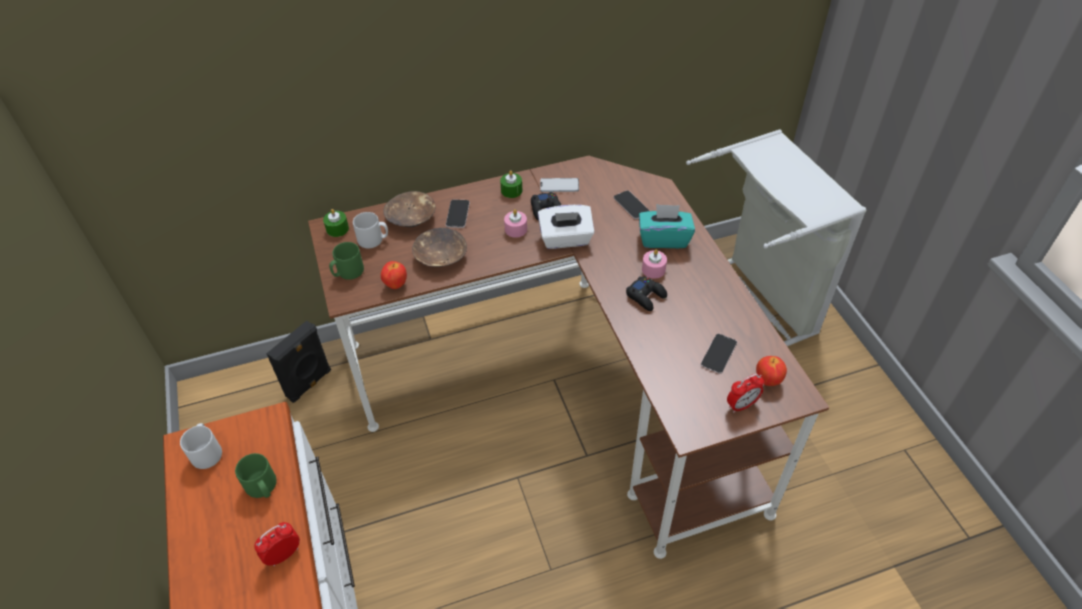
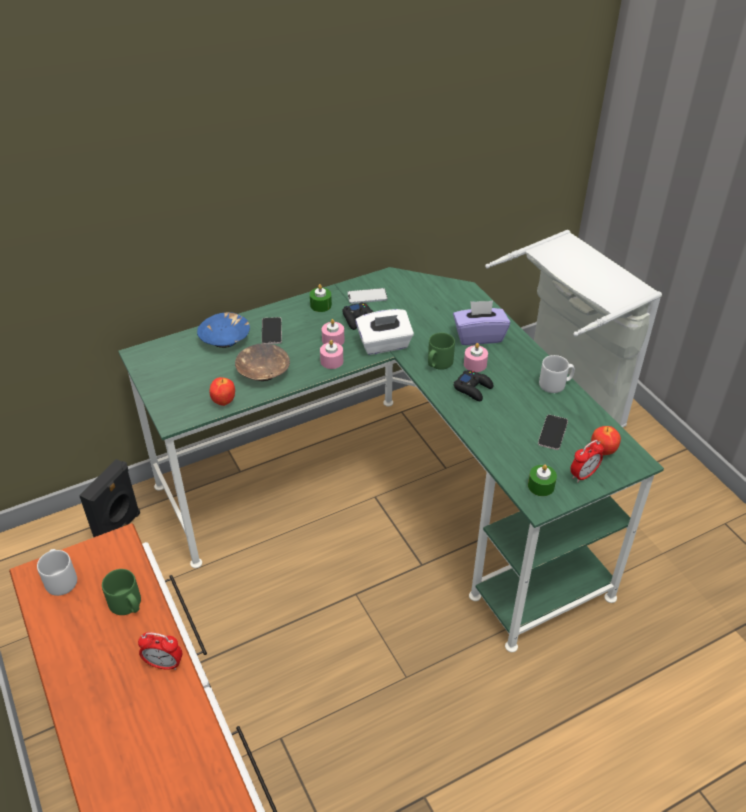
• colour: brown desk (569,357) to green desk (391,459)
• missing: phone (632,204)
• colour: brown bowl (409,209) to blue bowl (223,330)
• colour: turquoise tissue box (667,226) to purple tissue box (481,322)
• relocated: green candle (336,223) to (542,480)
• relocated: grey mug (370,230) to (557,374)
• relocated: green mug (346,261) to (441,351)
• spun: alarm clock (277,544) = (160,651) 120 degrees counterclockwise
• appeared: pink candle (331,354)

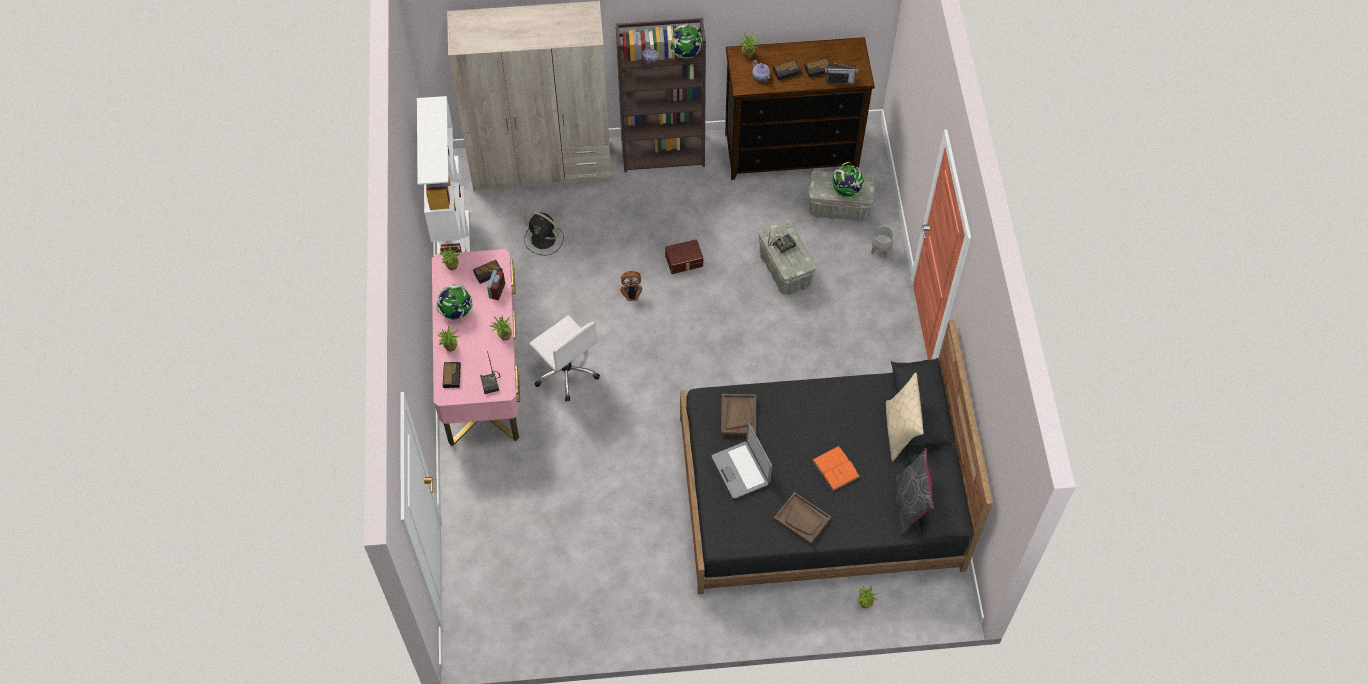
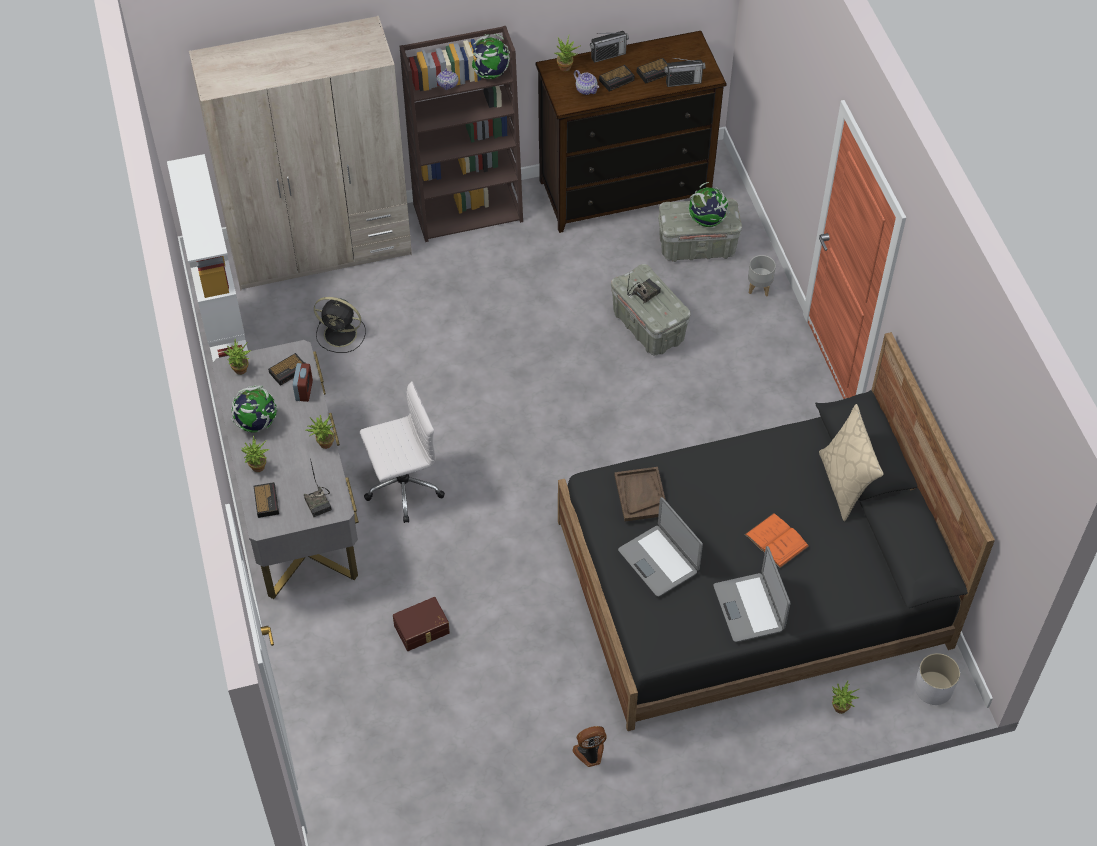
• relocated: brown storage box (684,256) to (421,624)
• colour: pink desk (476,347) to grey desk (285,469)
• relocated: fan (631,286) to (590,746)
• spun: white office chair (564,358) = (402,452) 60 degrees counterclockwise
• missing: grey pillow (915,491)
• exchanged: brown tray (802,518) to laptop (751,594)
• appeared: radio (609,47)
• appeared: white planter (937,679)

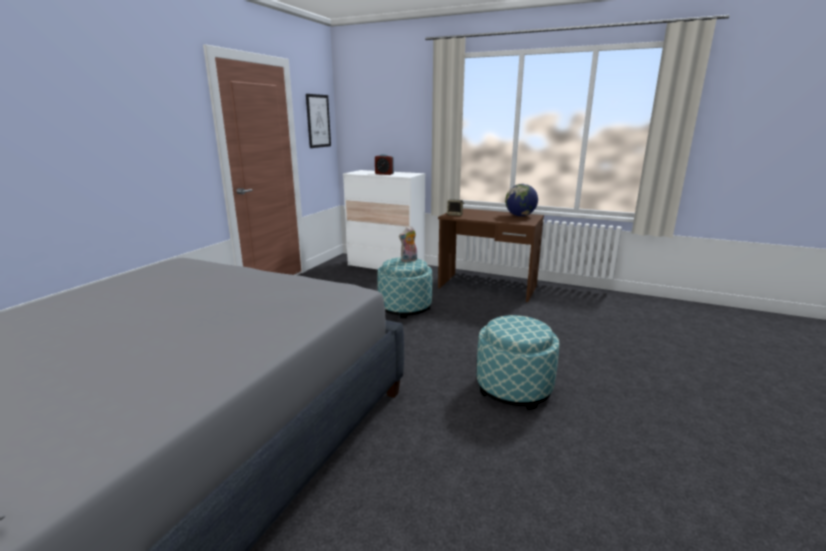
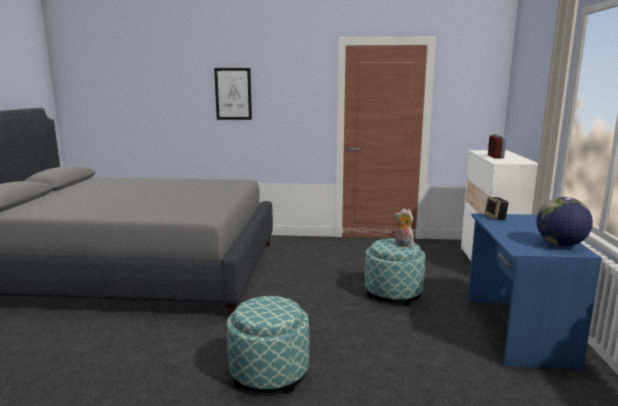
• relocated: picture (318,121) to (233,94)
• colour: brown desk (491,255) to blue desk (535,291)

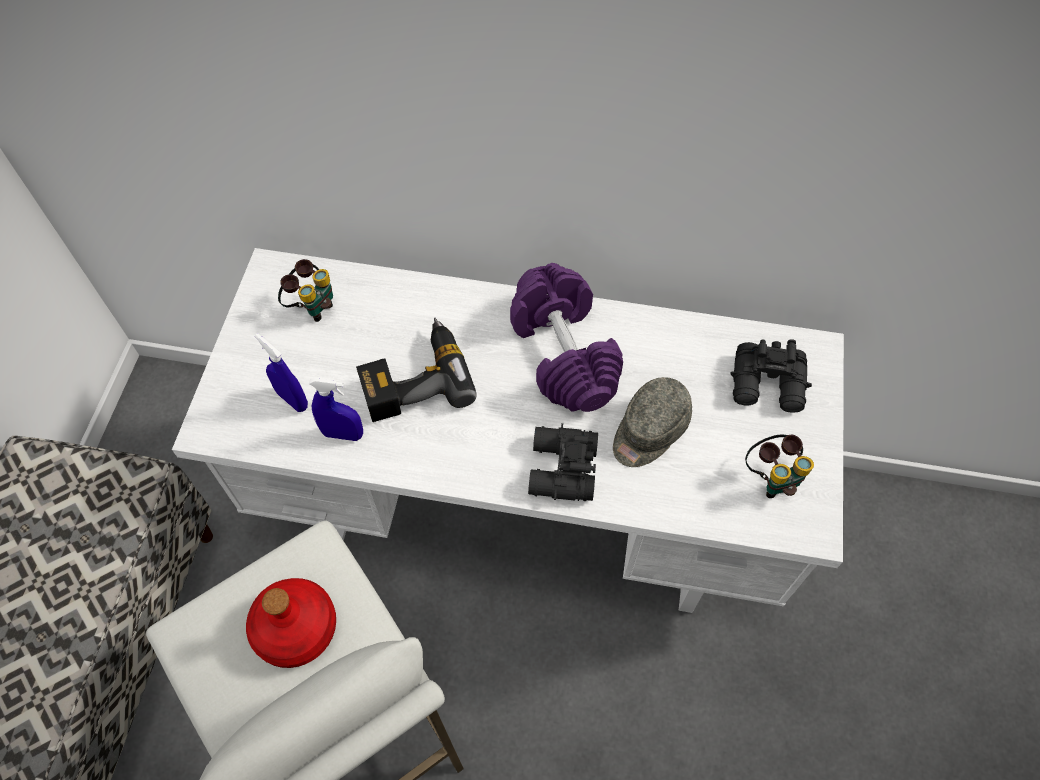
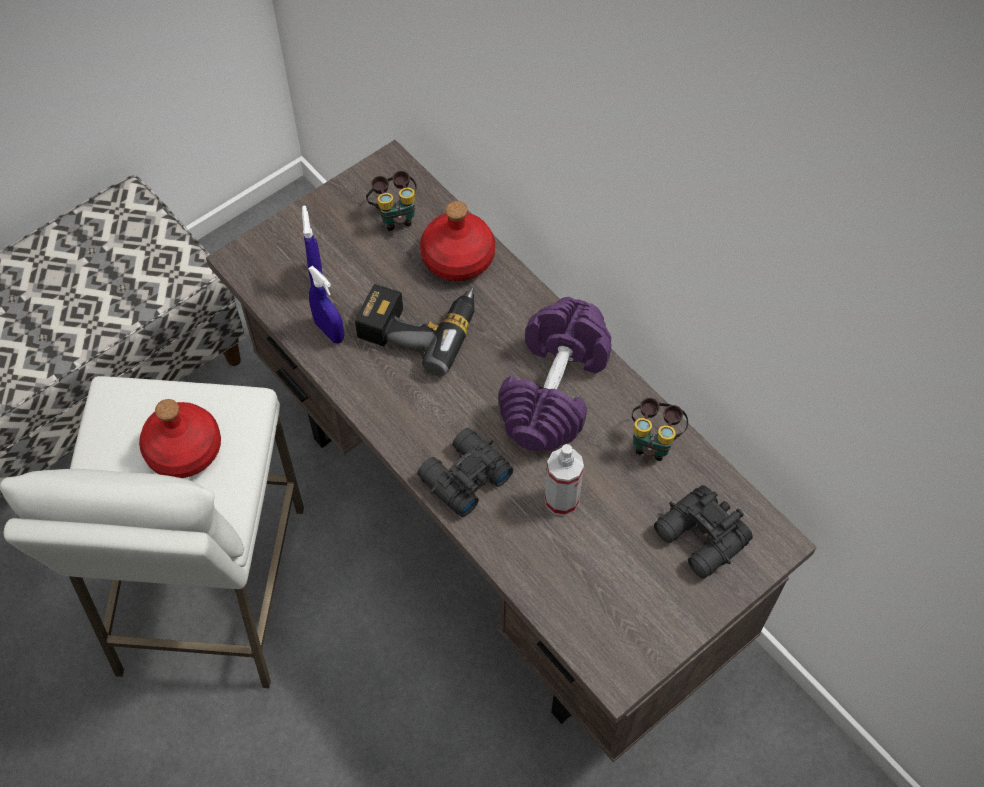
• colour: white desk (508,430) to brown desk (511,451)
• exchanged: grey cap (652,422) to spray bottle (564,480)
• relocated: binoculars (779,466) to (660,429)
• appeared: red bottle (457,241)

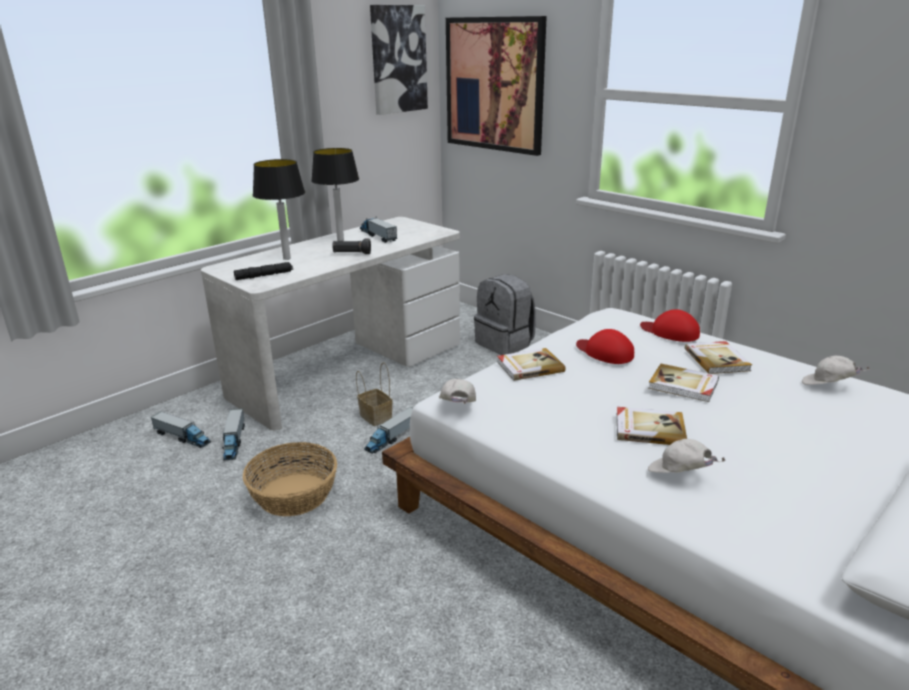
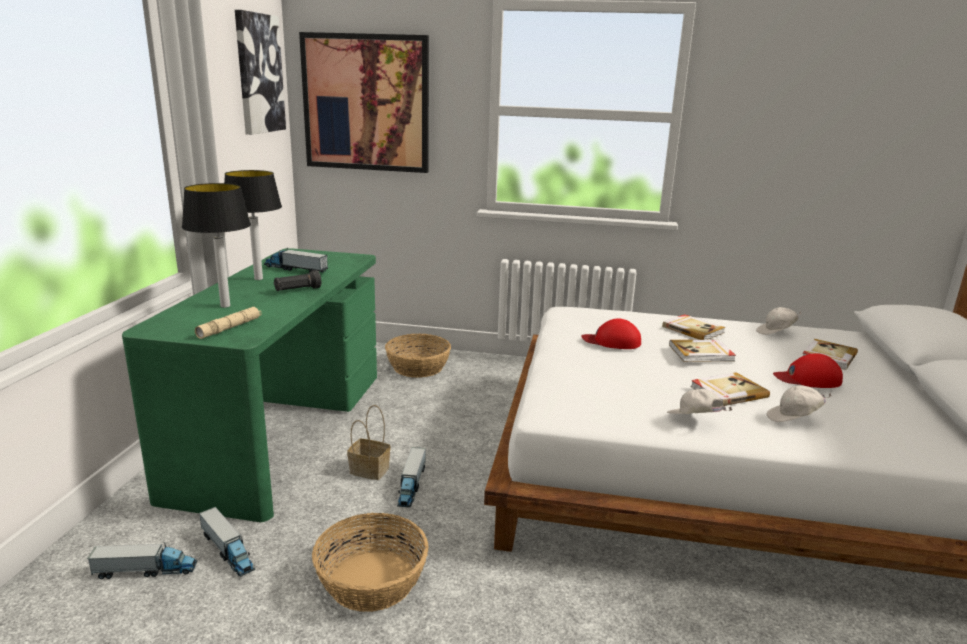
• colour: white desk (330,323) to green desk (249,385)
• colour: black flashlight (263,271) to beige flashlight (228,323)
• exchanged: grey backpack (505,314) to basket (418,355)
• relocated: red cap (670,325) to (808,370)
• relocated: book (531,364) to (830,354)
• relocated: white cap (457,391) to (699,401)

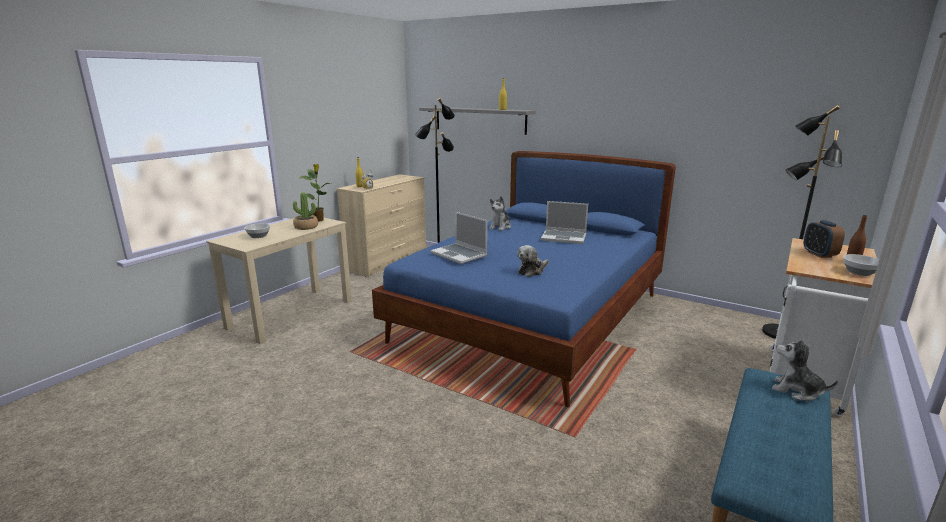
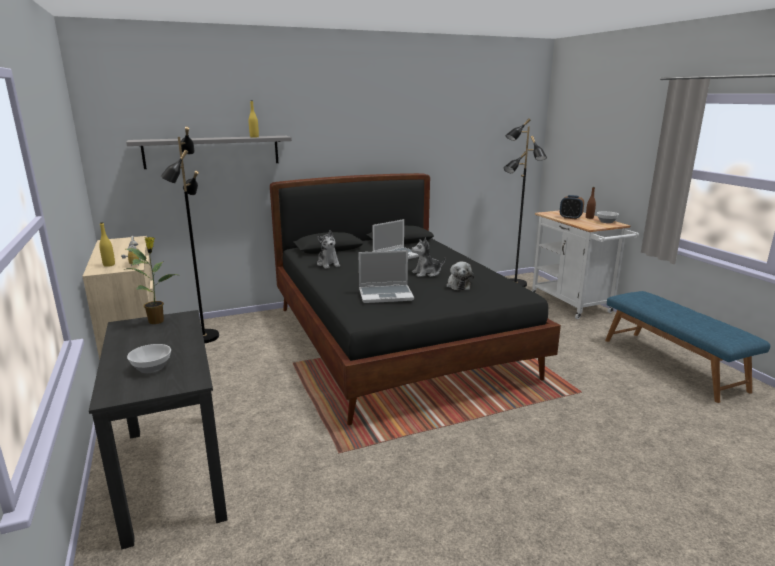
• colour: blue bed (524,279) to black bed (415,299)
• missing: potted plant (305,211)
• colour: beige desk (279,281) to black desk (158,430)
• relocated: plush toy (805,369) to (428,257)

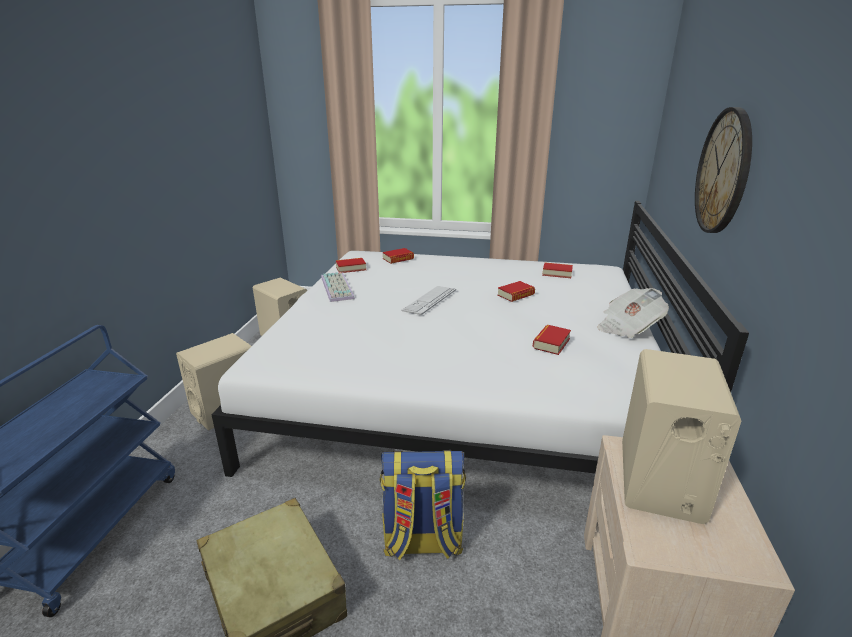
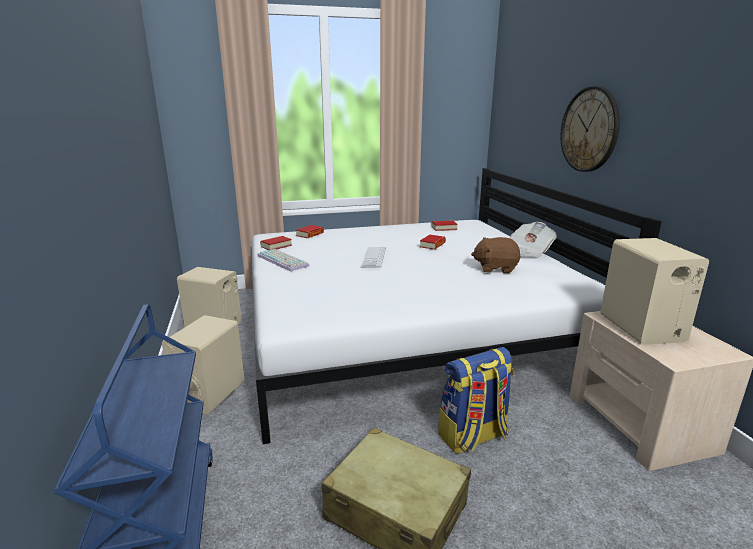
• exchanged: book (552,340) to brown plush toy (495,255)

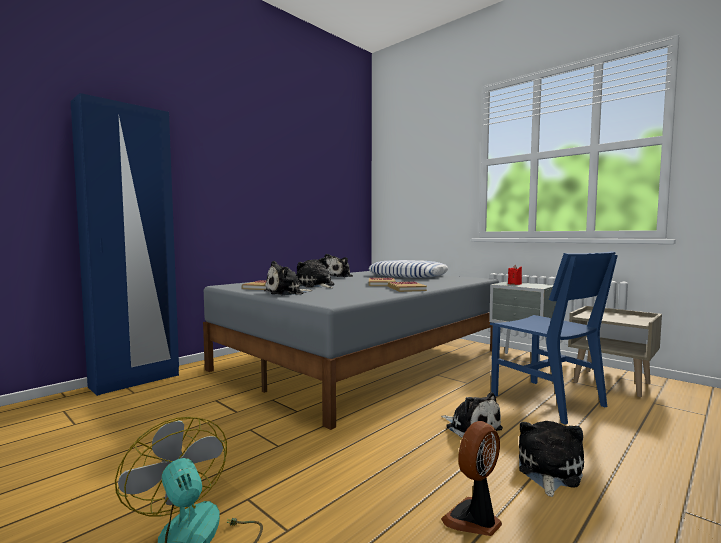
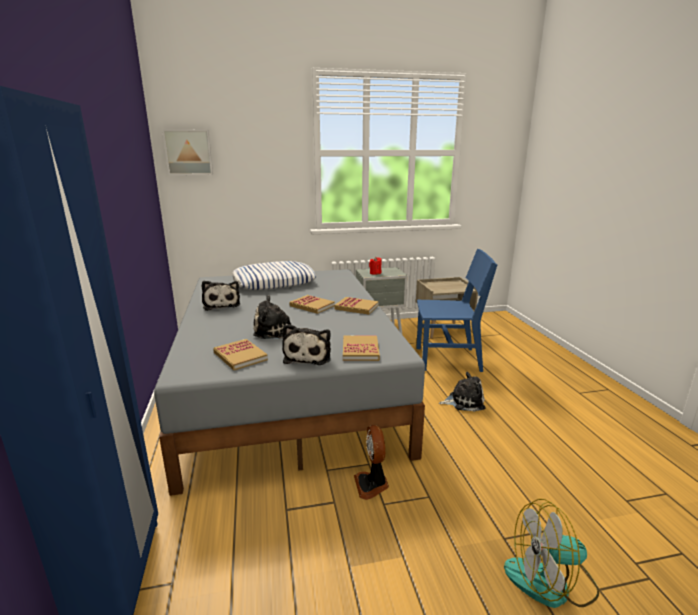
• relocated: fan (471,478) to (371,462)
• missing: plush toy (551,459)
• appeared: picture (187,152)
• appeared: book (361,348)

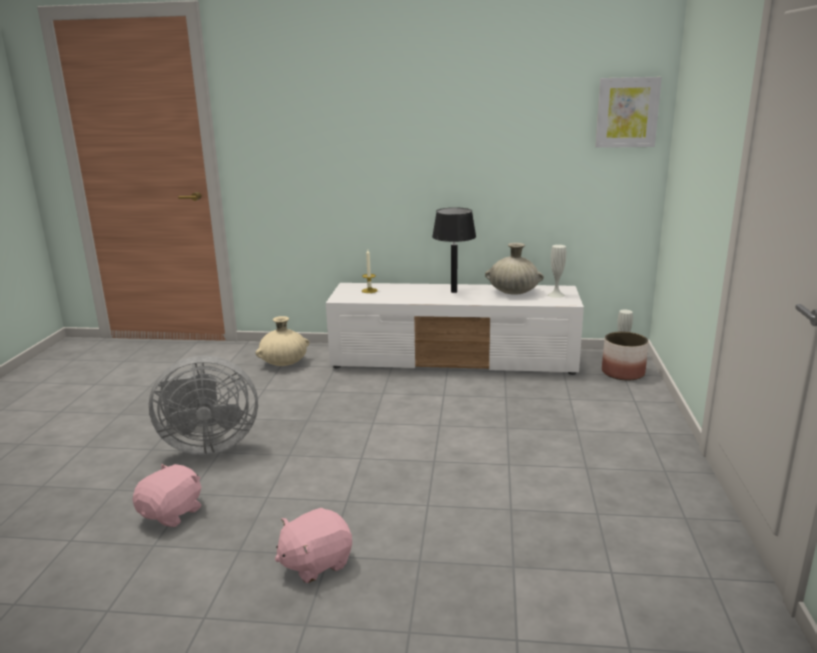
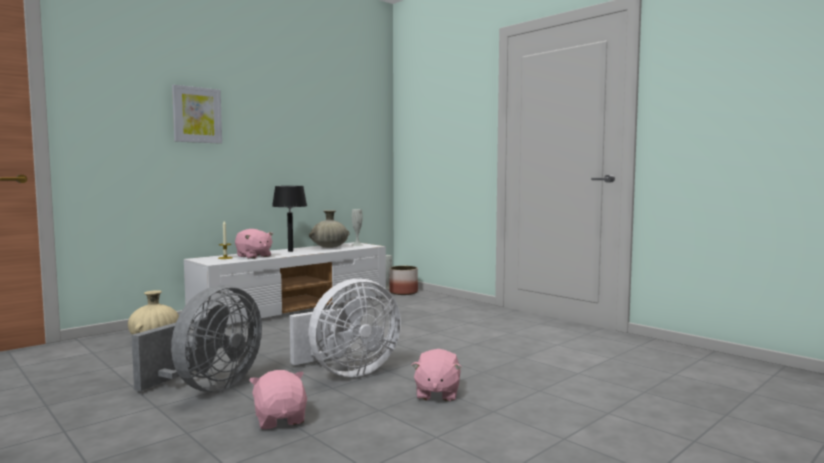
• relocated: picture (628,112) to (197,114)
• appeared: pink plush toy (254,244)
• appeared: white fan (345,328)

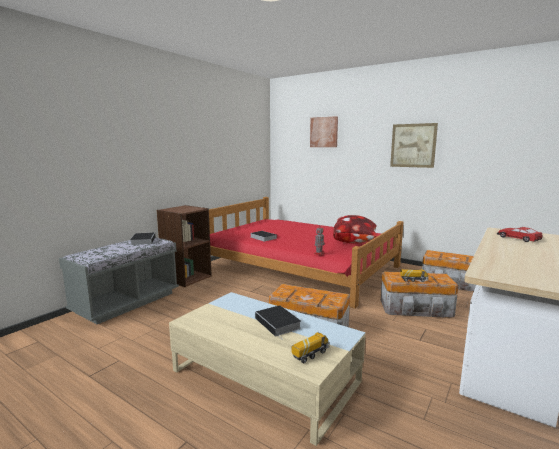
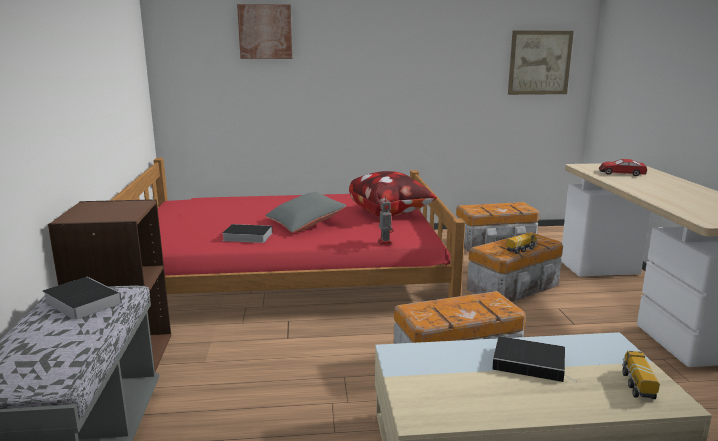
• relocated: picture (414,145) to (541,63)
• appeared: grey pillow (305,212)

